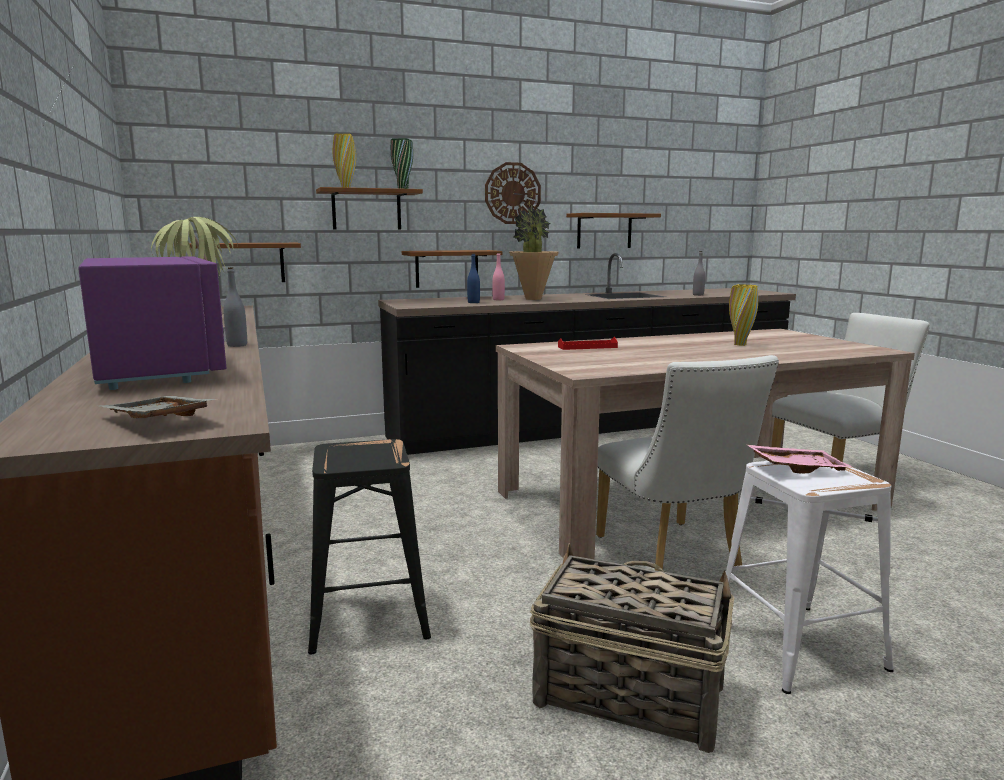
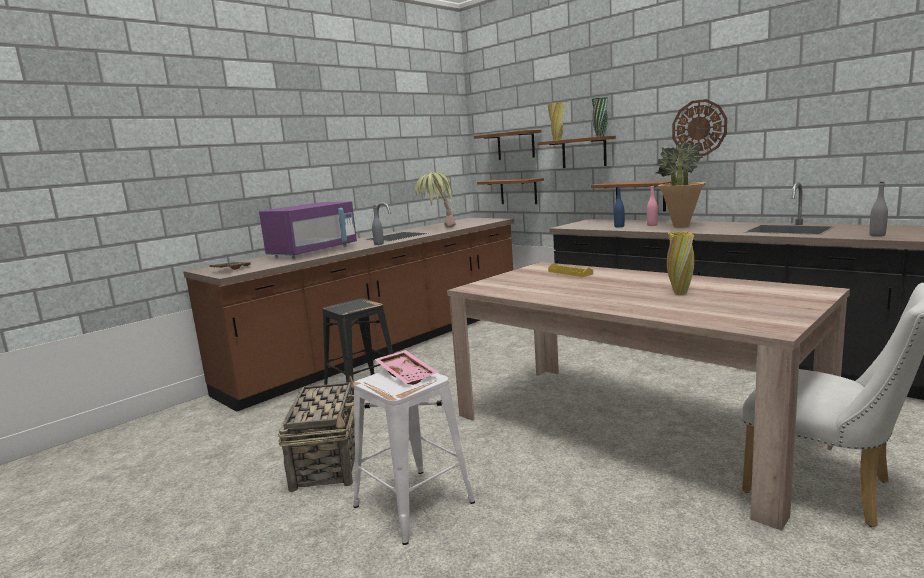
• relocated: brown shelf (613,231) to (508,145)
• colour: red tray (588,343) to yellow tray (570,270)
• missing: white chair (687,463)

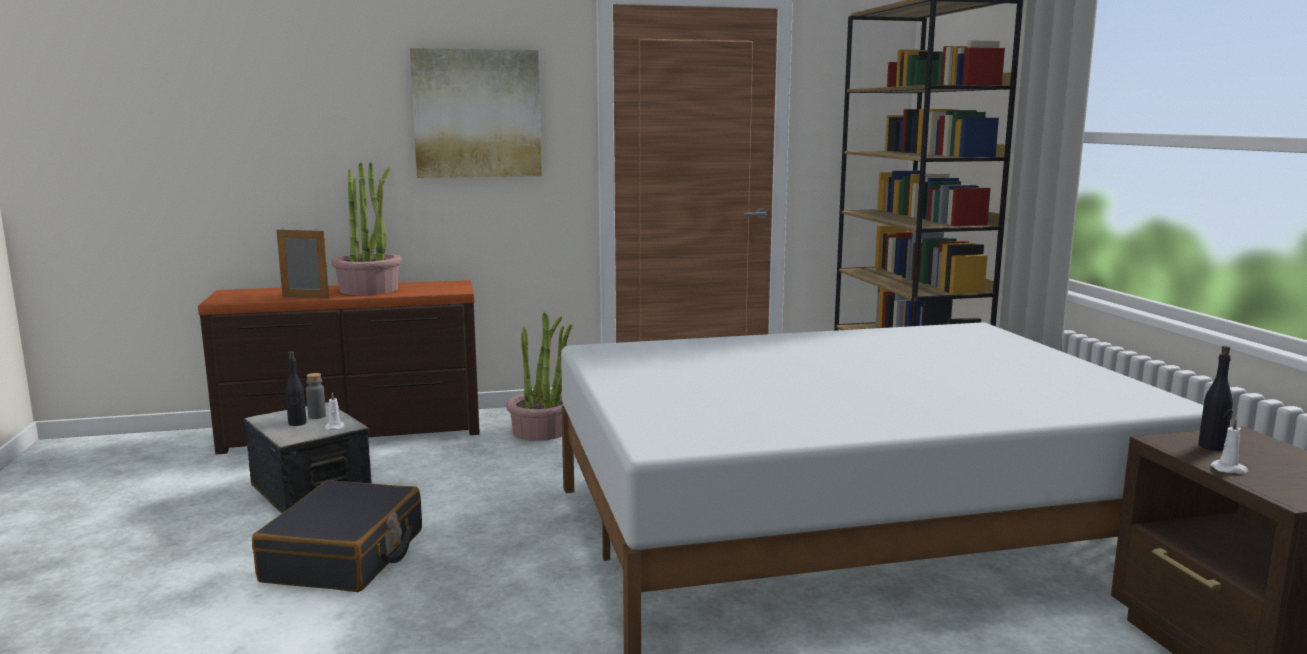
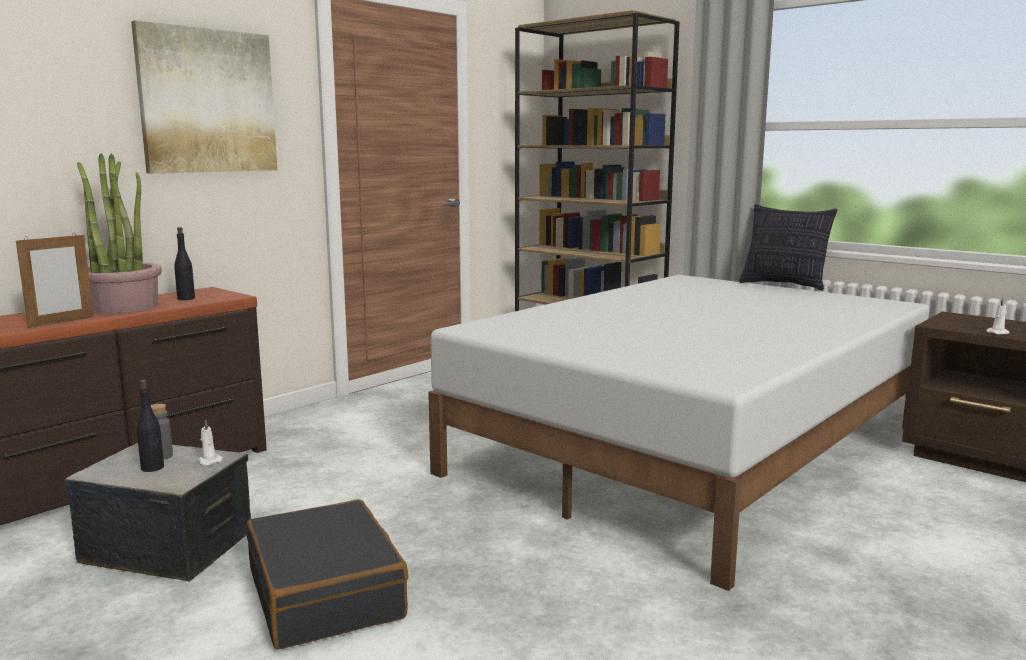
• spun: picture frame (302,263) = (55,281) 150 degrees clockwise
• missing: potted plant (539,376)
• relocated: black bottle (1215,398) to (184,263)
• appeared: pillow (788,247)

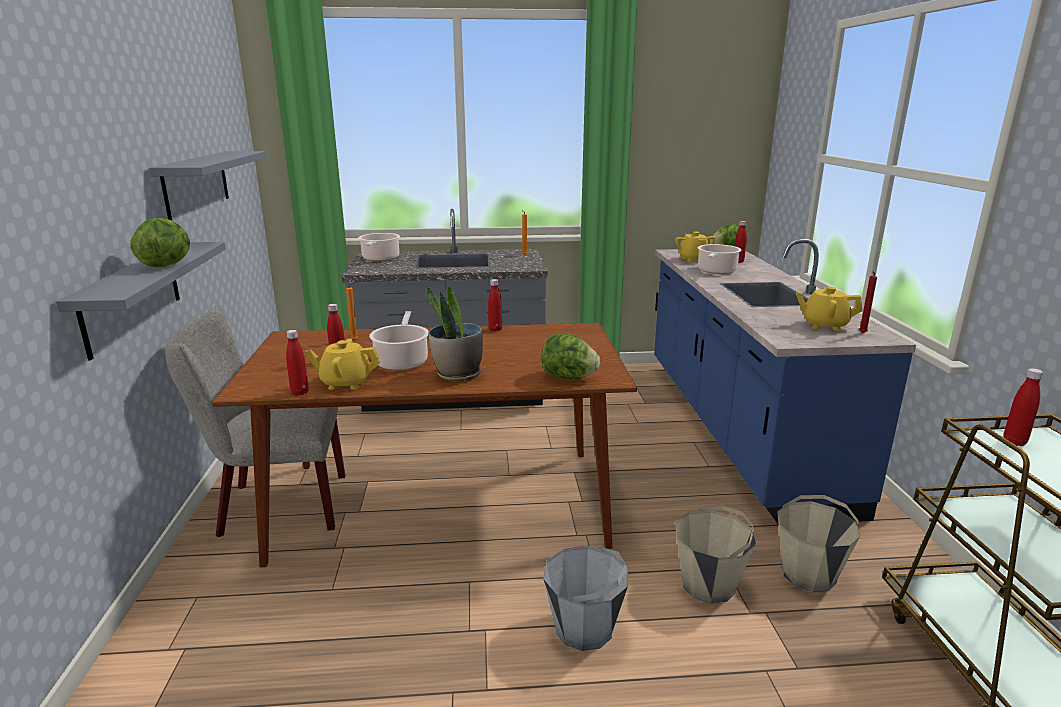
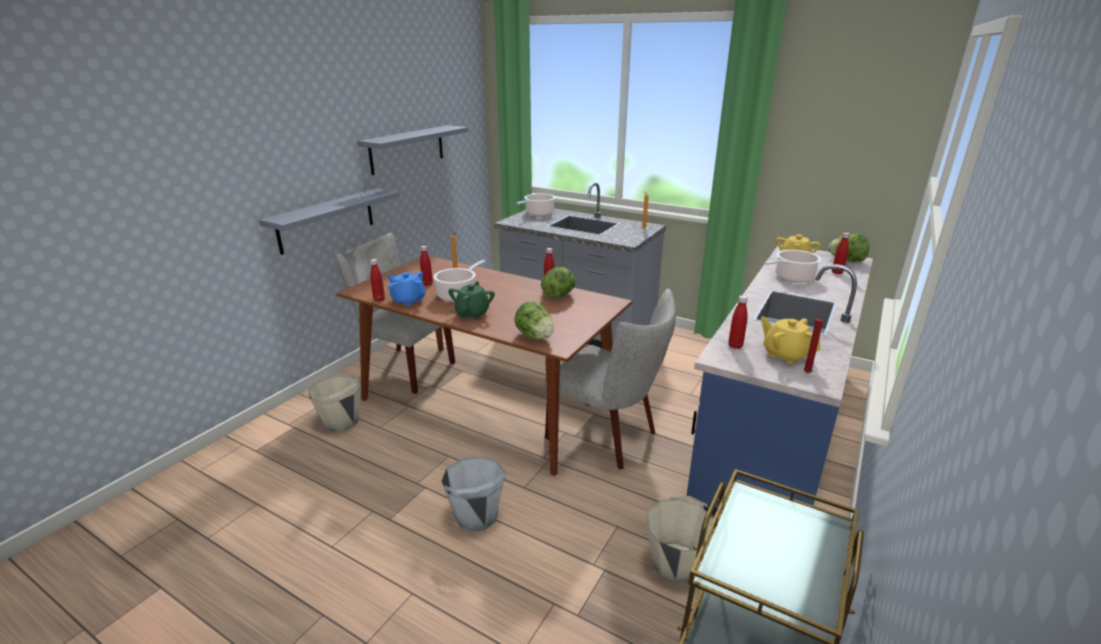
• relocated: lettuce (160,242) to (558,282)
• exchanged: potted plant (454,333) to green teapot (471,300)
• colour: yellow teapot (342,364) to blue teapot (407,289)
• relocated: red bottle (1023,407) to (738,322)
• relocated: beige bucket (715,555) to (334,403)
• appeared: beige chair (610,378)

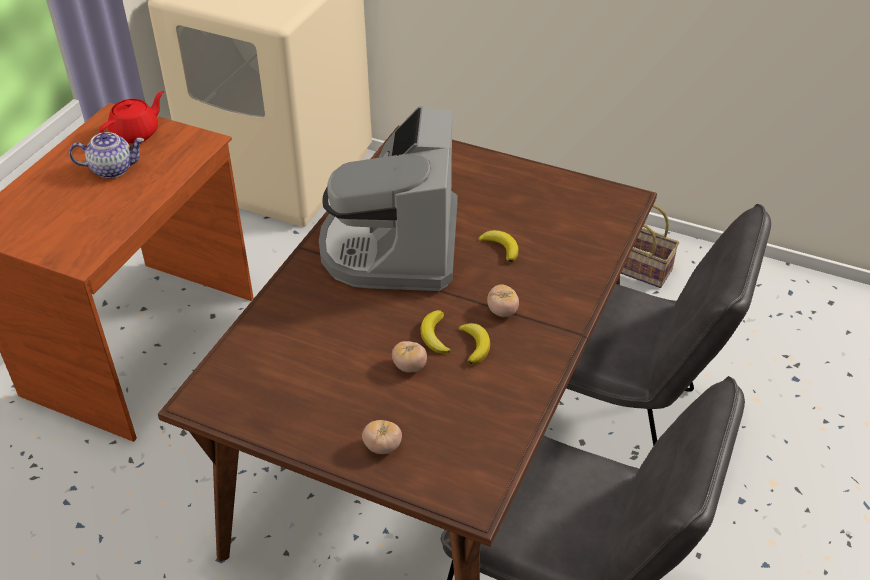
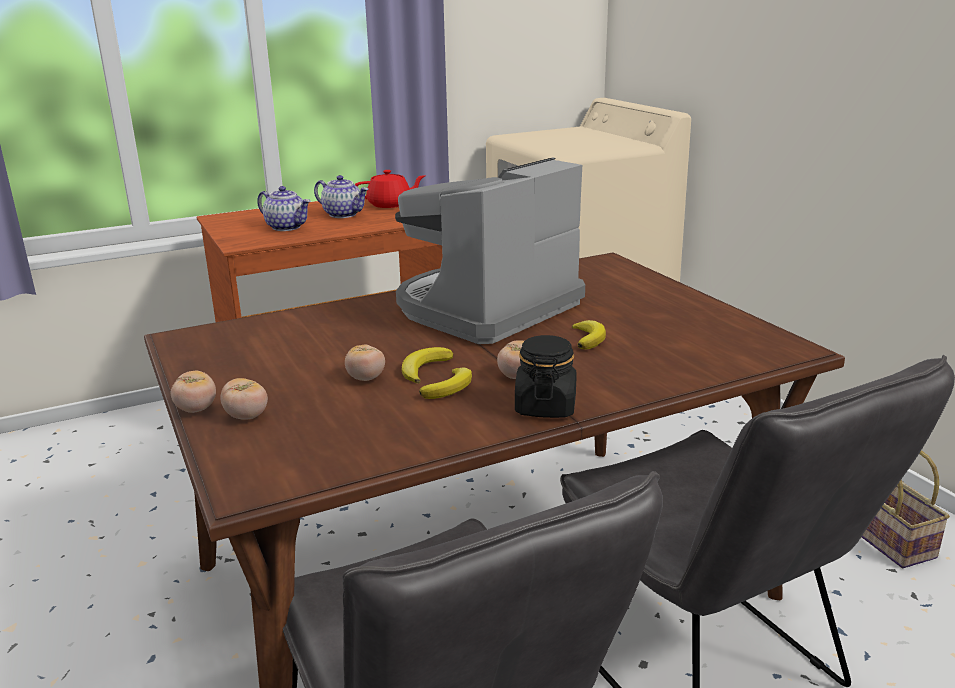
• appeared: teapot (284,208)
• appeared: black jar (545,376)
• appeared: tomato (193,392)

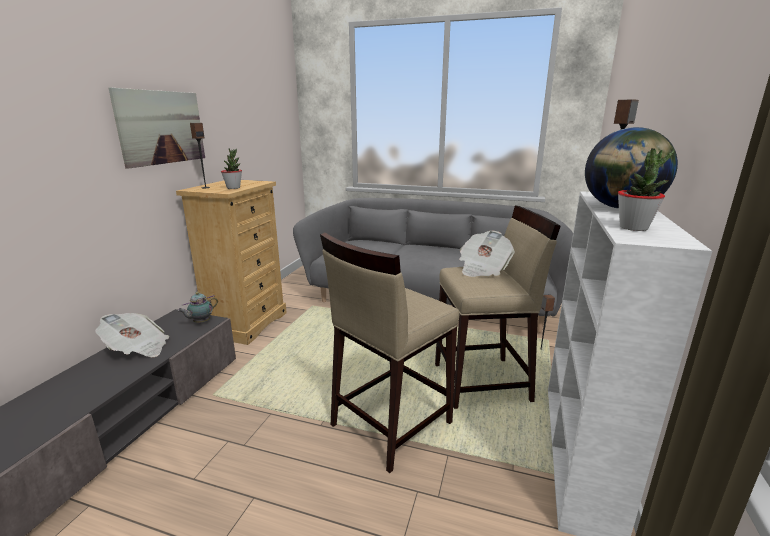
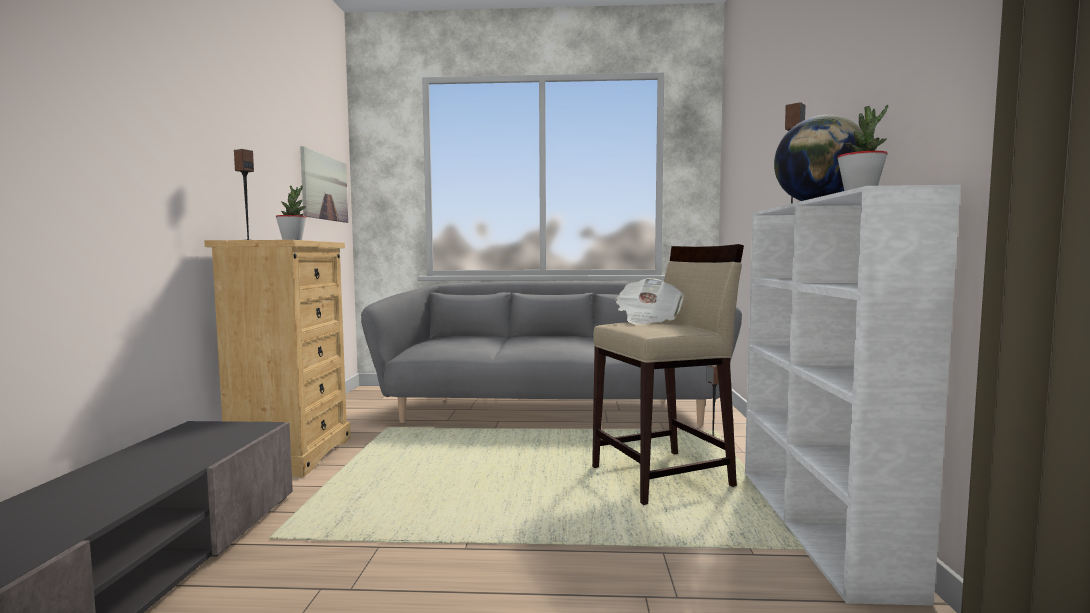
• relocated: picture (156,128) to (324,184)
• missing: beige stool (389,352)
• missing: teapot (198,307)
• missing: newspaper (132,335)

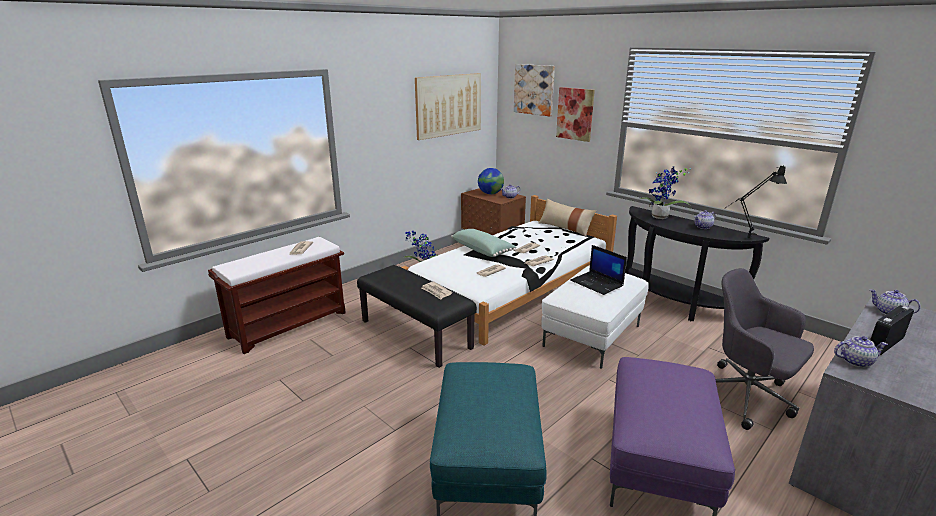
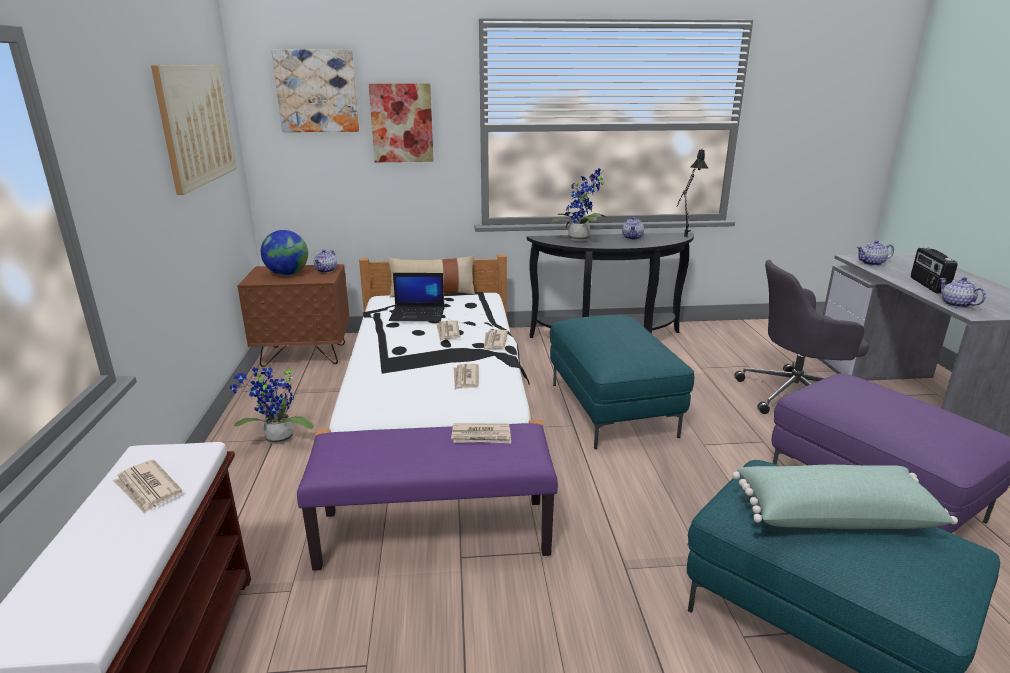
• relocated: green pillow (483,243) to (845,497)
• relocated: laptop (598,270) to (417,297)
• colour: black bench (417,316) to purple bench (427,497)
• colour: white ottoman (595,317) to turquoise ottoman (622,382)
• spun: teapot (861,352) = (963,292) 60 degrees counterclockwise

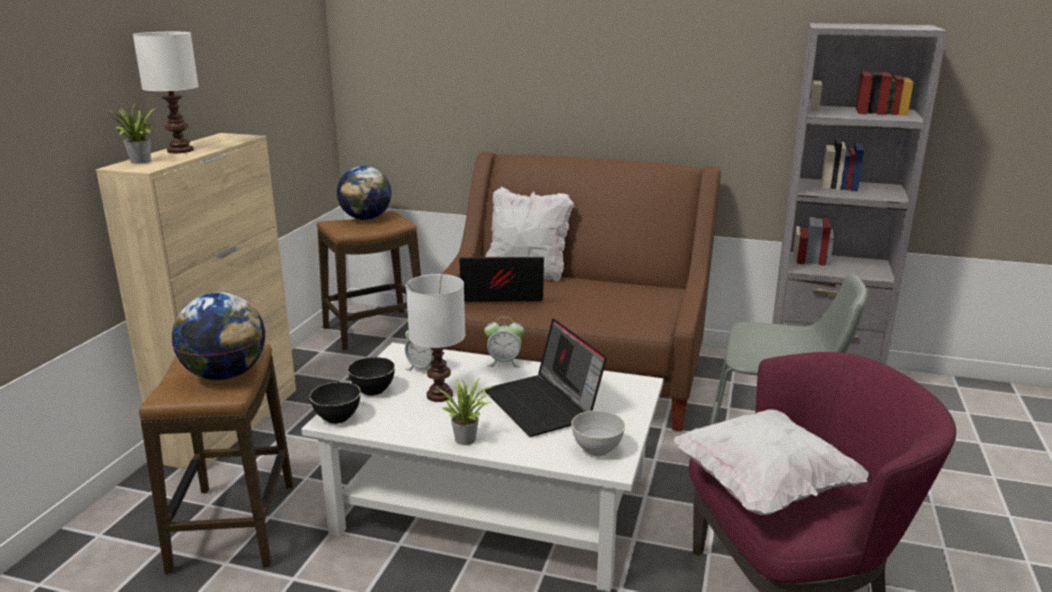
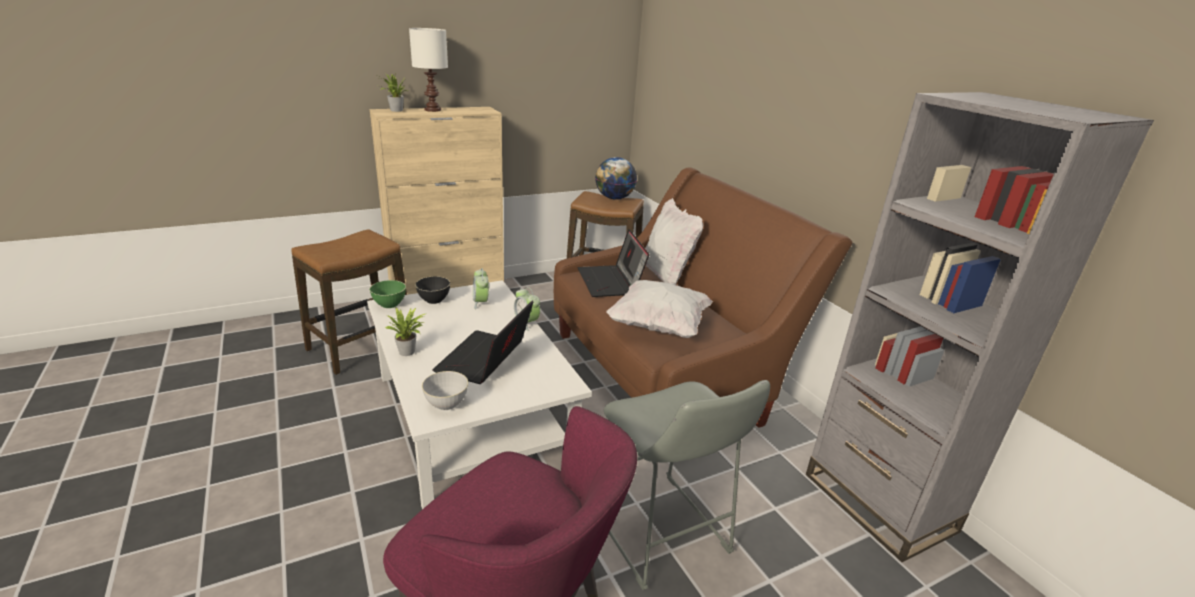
• spun: laptop (501,279) = (613,263) 150 degrees counterclockwise
• missing: white table lamp (435,338)
• missing: globe (218,336)
• colour: black bowl (335,403) to green bowl (387,294)
• relocated: white pillow (771,462) to (659,309)

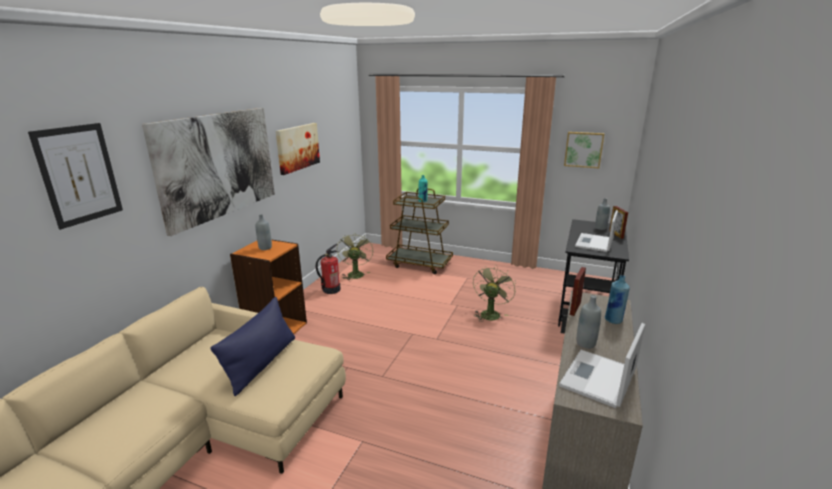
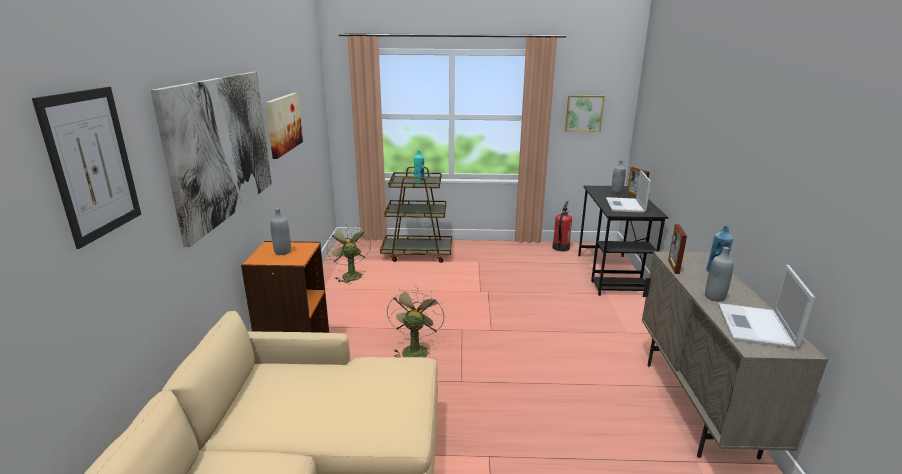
• relocated: fire extinguisher (328,269) to (562,226)
• relocated: green fan (494,293) to (415,321)
• missing: blue pillow (253,346)

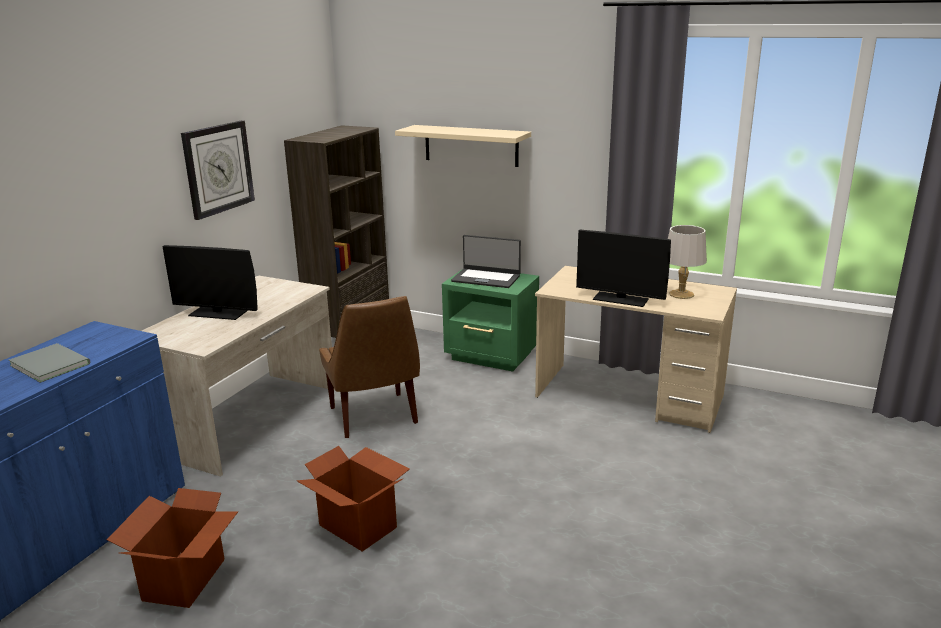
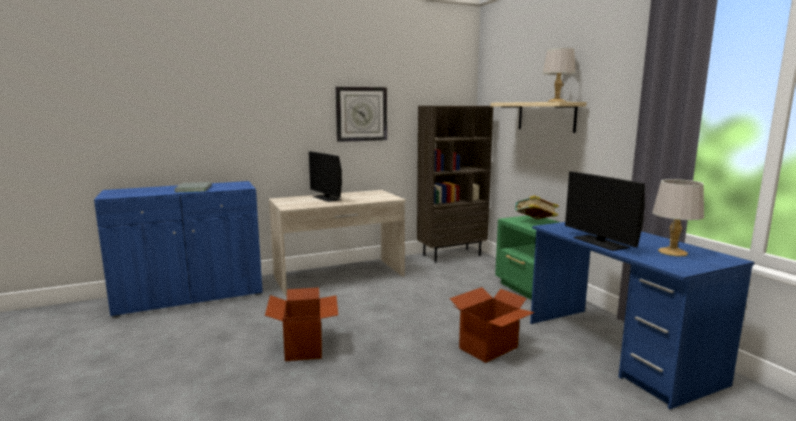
• exchanged: laptop (486,261) to book (537,207)
• colour: beige desk (636,349) to blue desk (642,316)
• missing: brown chair (369,367)
• relocated: cardboard box (172,548) to (492,325)
• appeared: grey table lamp (559,75)

